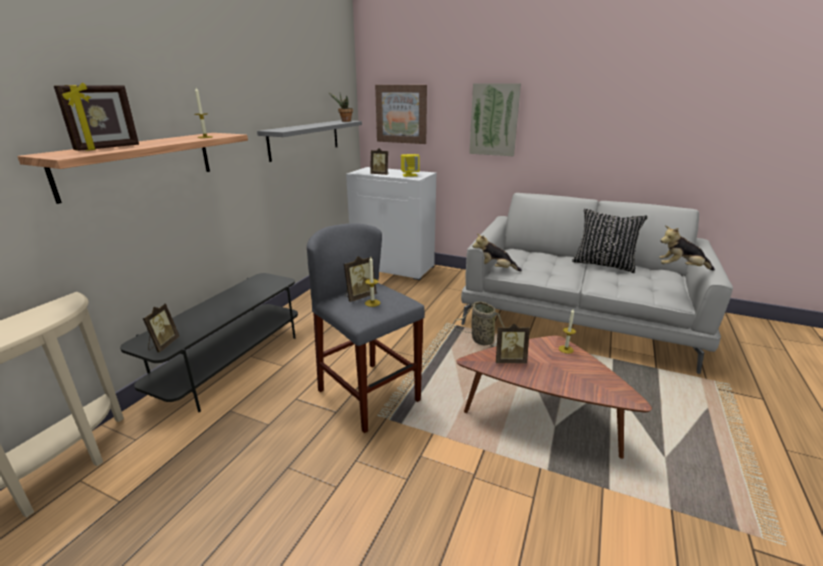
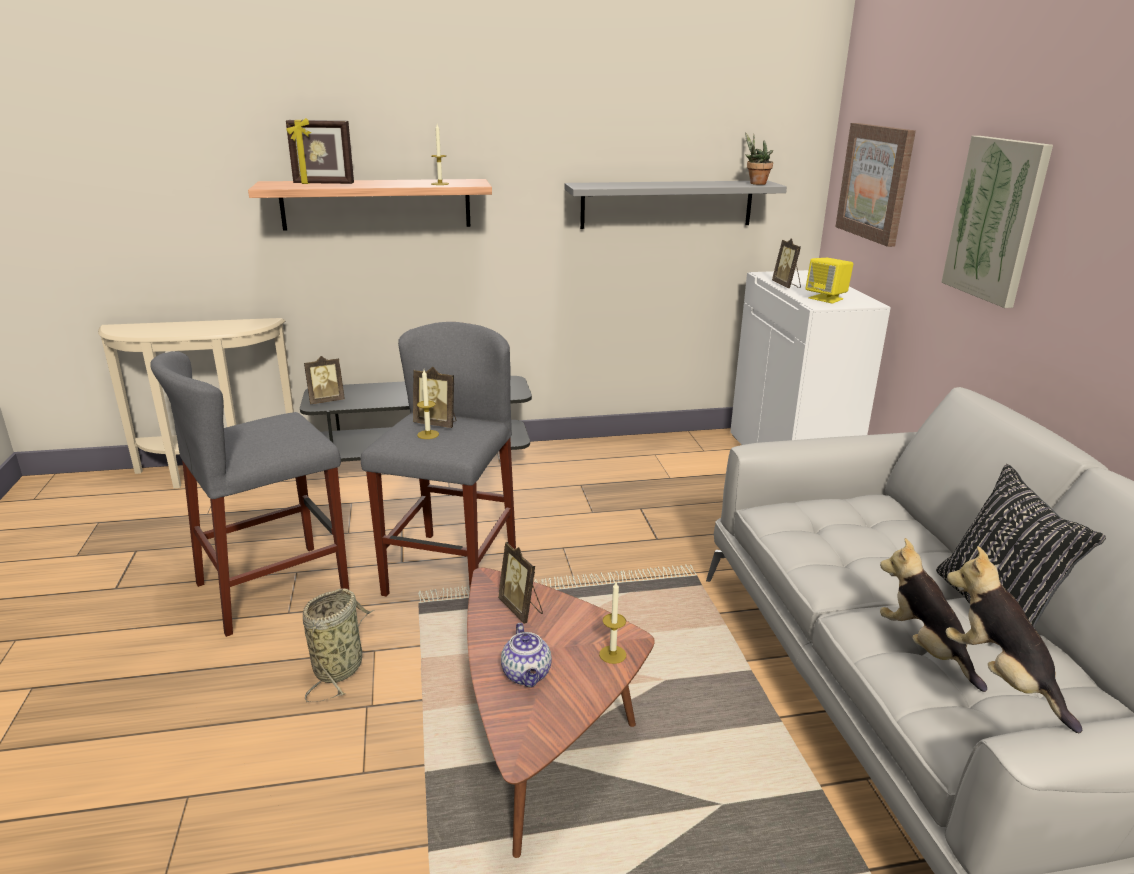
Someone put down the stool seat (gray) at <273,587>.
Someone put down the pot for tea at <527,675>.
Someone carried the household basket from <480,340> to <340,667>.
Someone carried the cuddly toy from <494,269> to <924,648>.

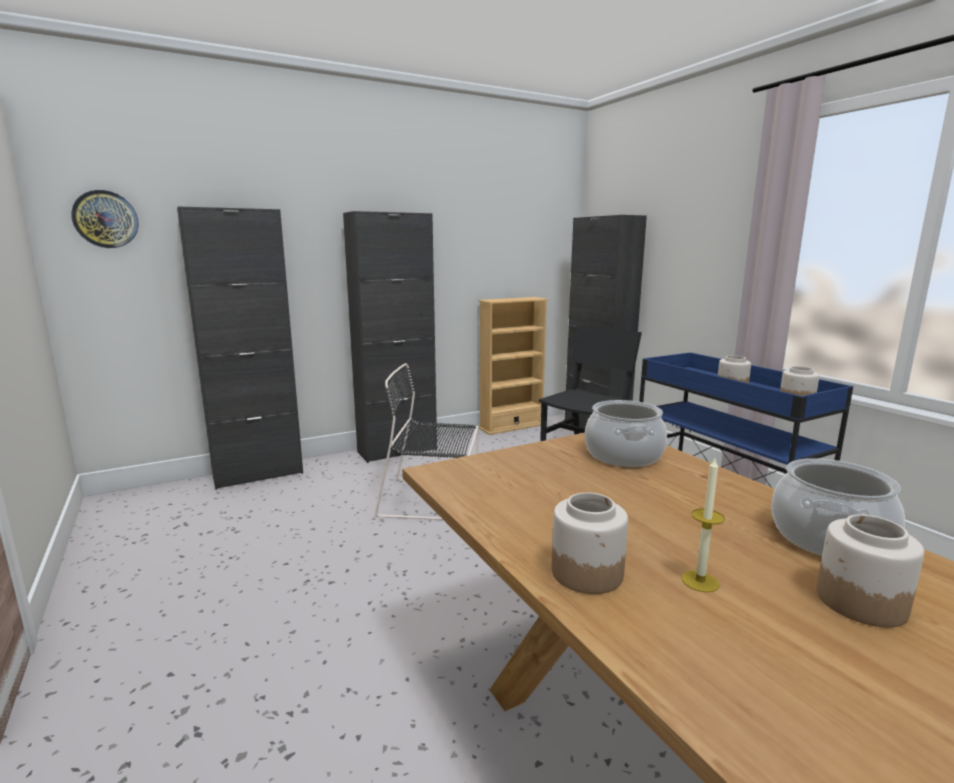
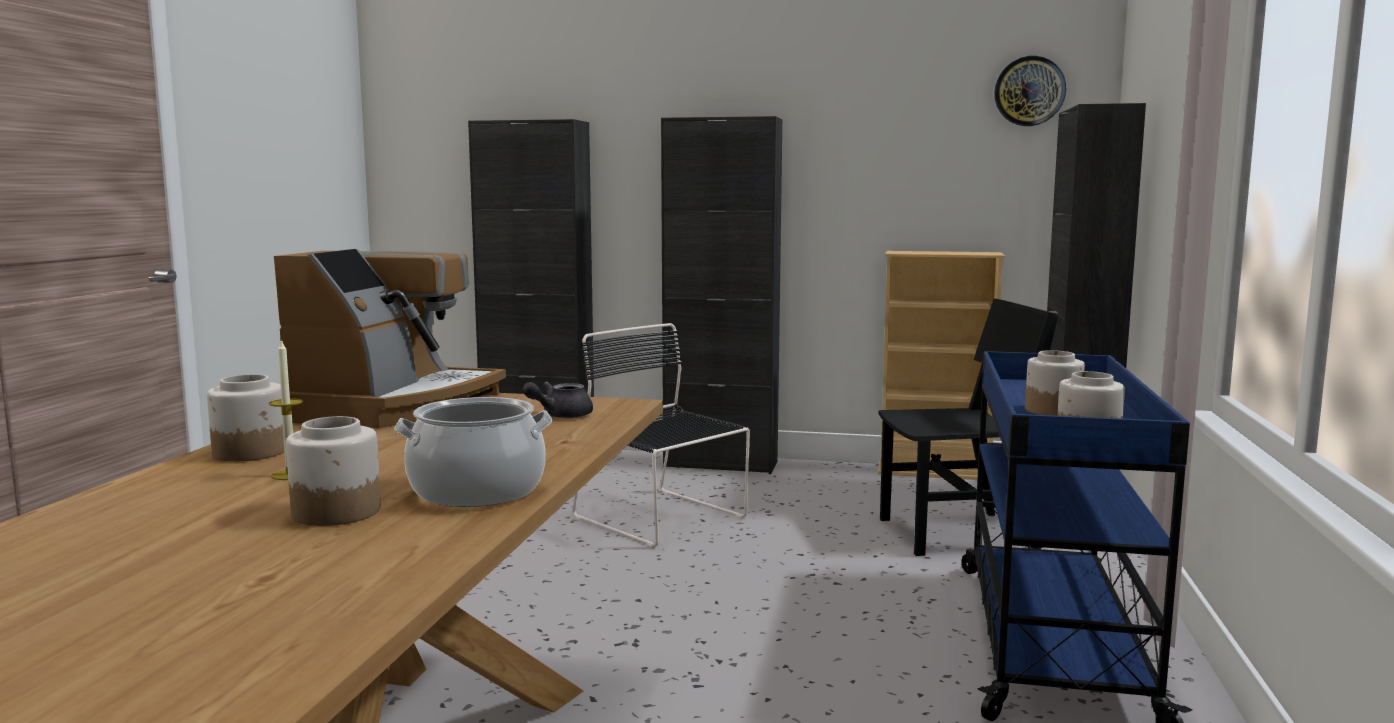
Someone put down the coffee brewer at <394,406>.
Someone carried the hanging clock from <106,219> to <1029,91>.
Someone swapped the stockpot at <624,455> for the pot for tea (gray) at <560,416>.

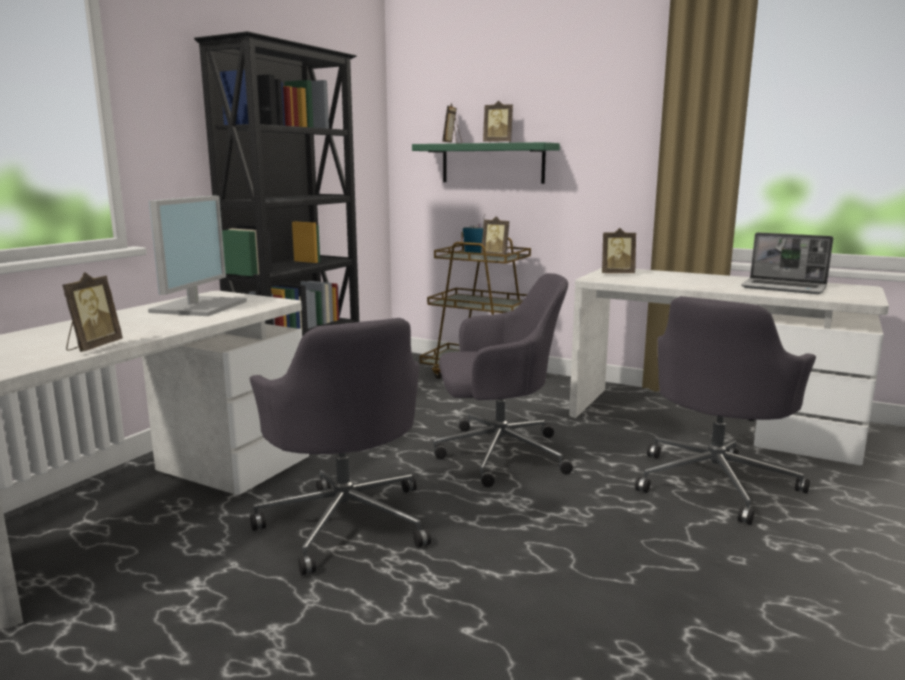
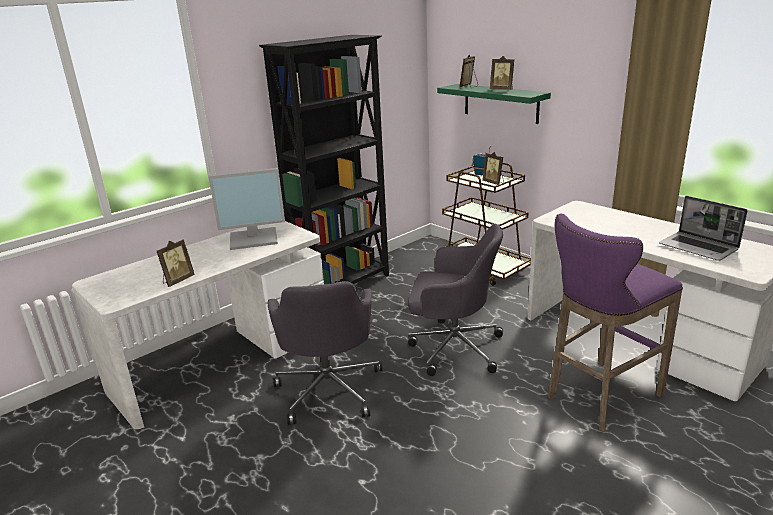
Someone took away the photo frame at <617,274>.
Someone swapped the office chair (gray) at <715,482> for the stool seat (purple) at <600,397>.
Someone rotated the monitor at <199,306> by 45 degrees clockwise.

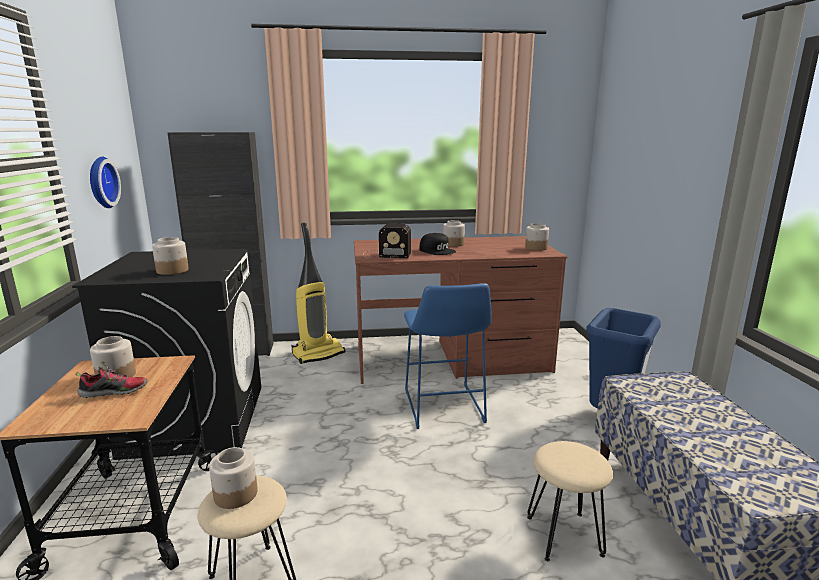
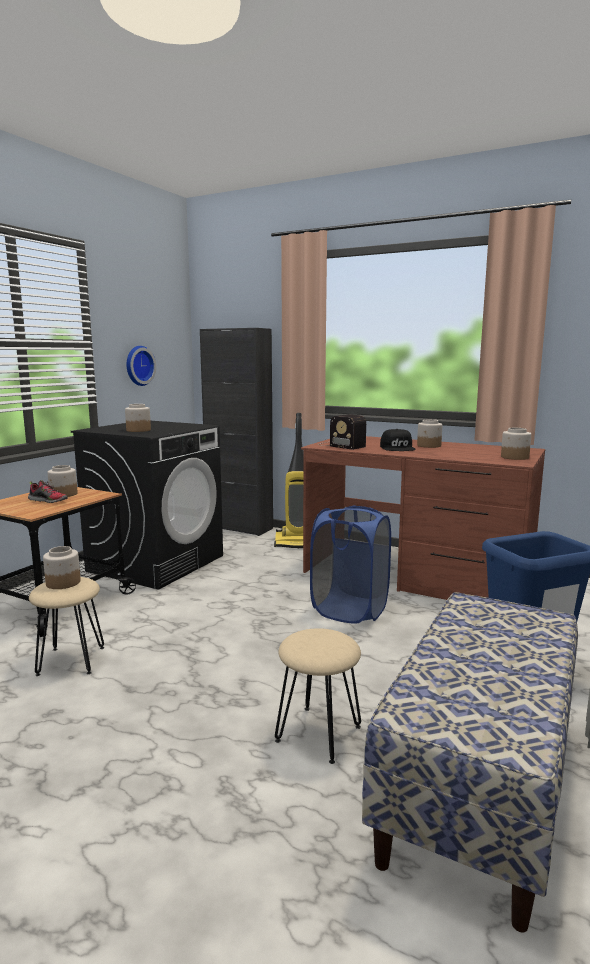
Someone swapped the stool seat (blue) at <443,408> for the washing basket (blue) at <349,610>.

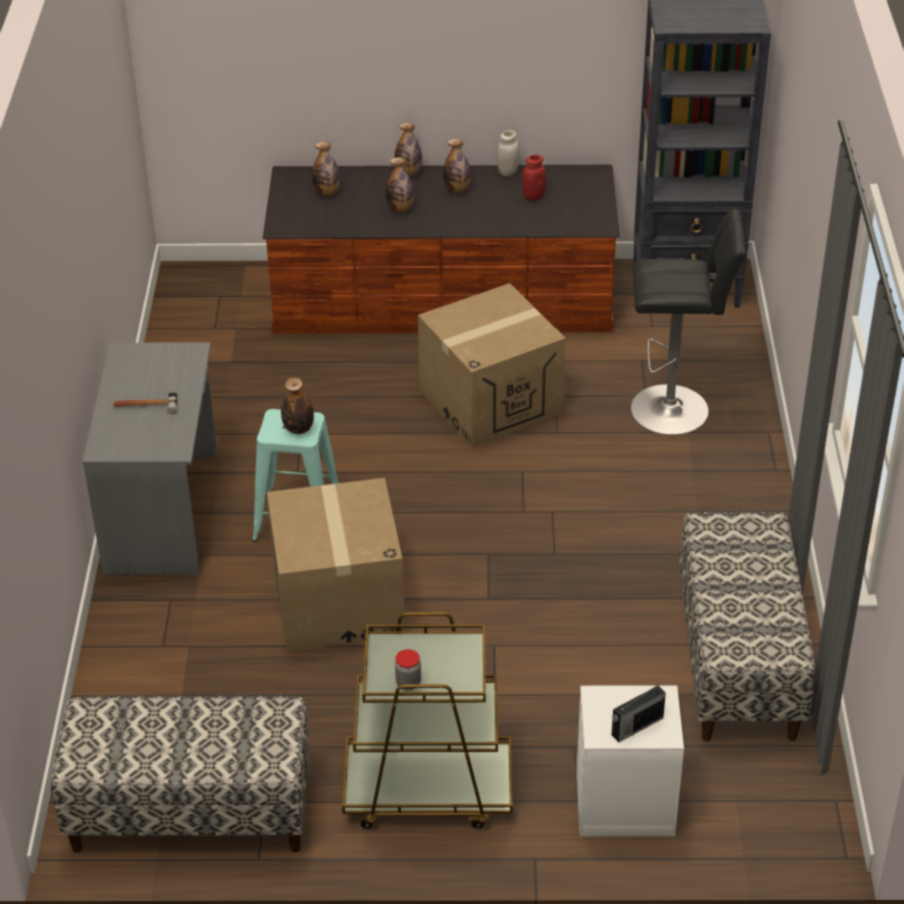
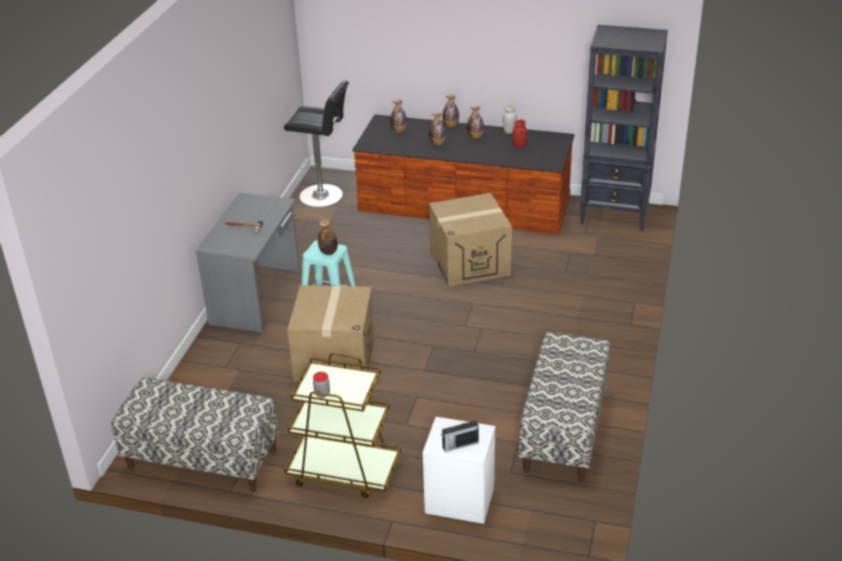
Someone carried the stool seat (blackish) from <675,409> to <324,196>.

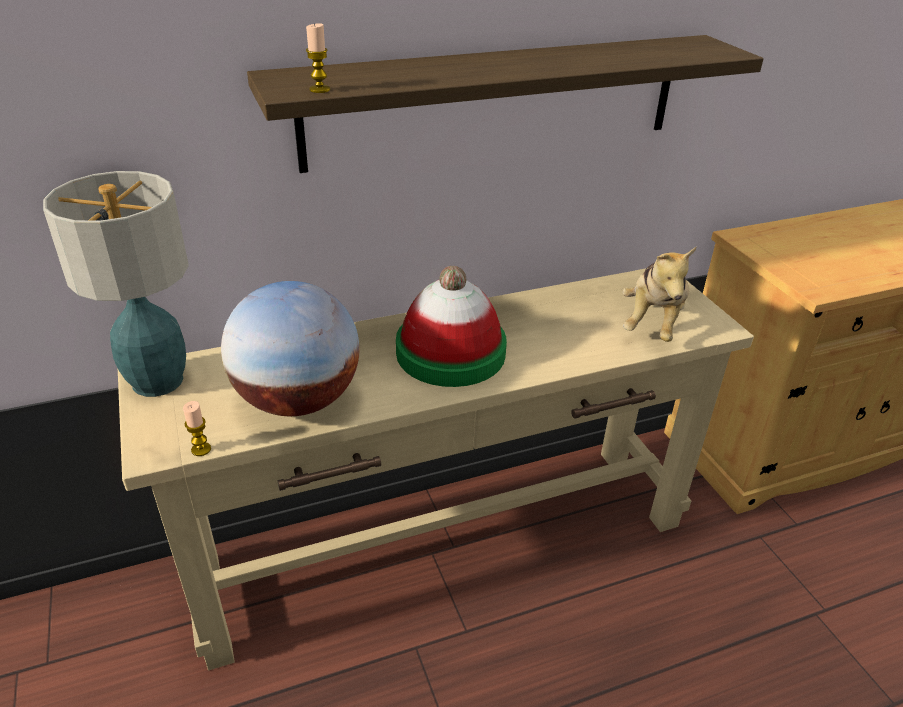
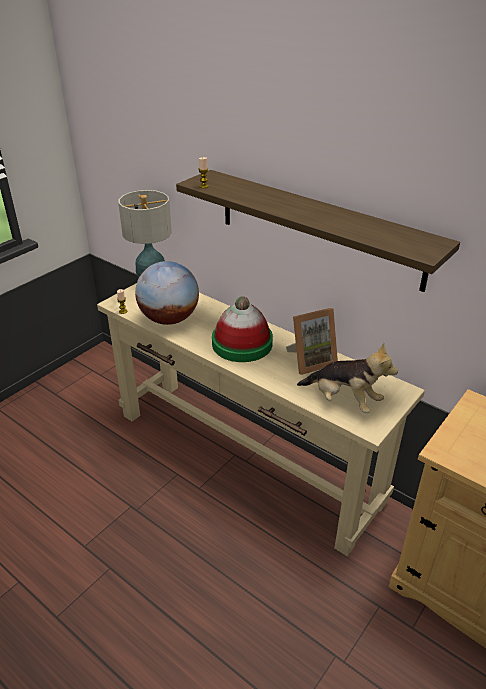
Someone put down the photo frame at <311,361>.
Someone rotated the cuddly toy at <653,323> by 135 degrees counterclockwise.

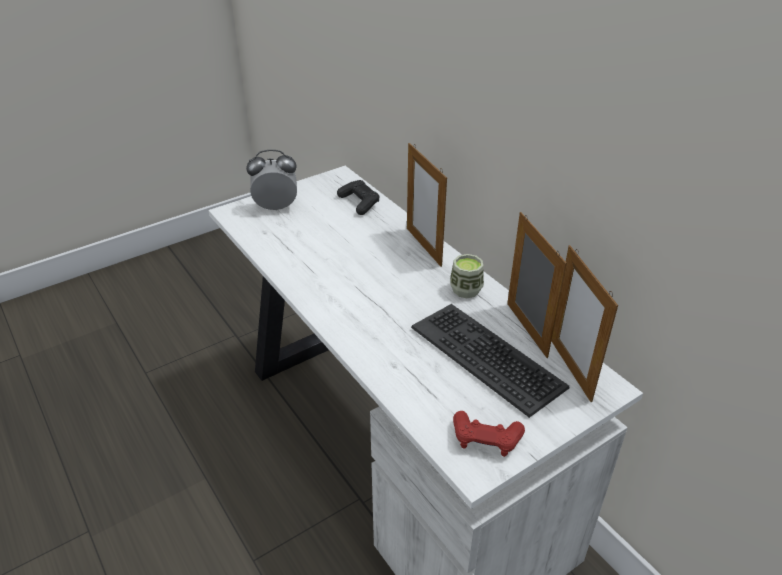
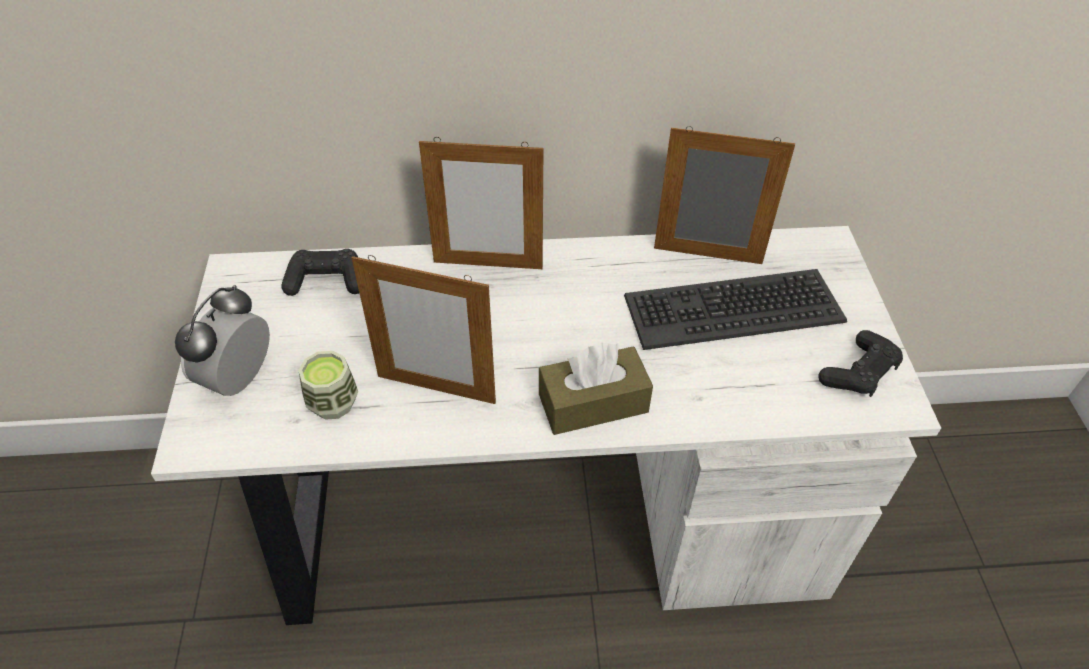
Someone put down the box of tissues (brownish) at <593,403>.
Someone carried the small cup from <466,290> to <333,403>.
Someone carried the photo frame from <570,369> to <436,389>.
Someone repainted the game controller (red-coloured) at <486,439>, which became the game controller (blackish) at <859,373>.

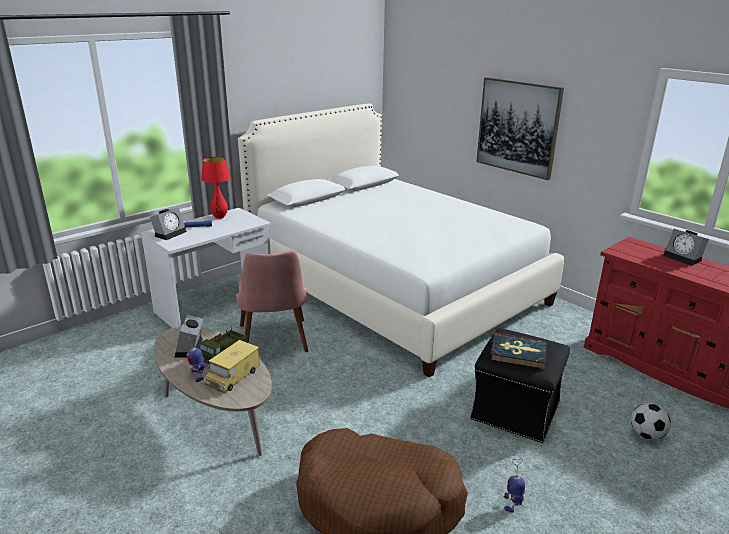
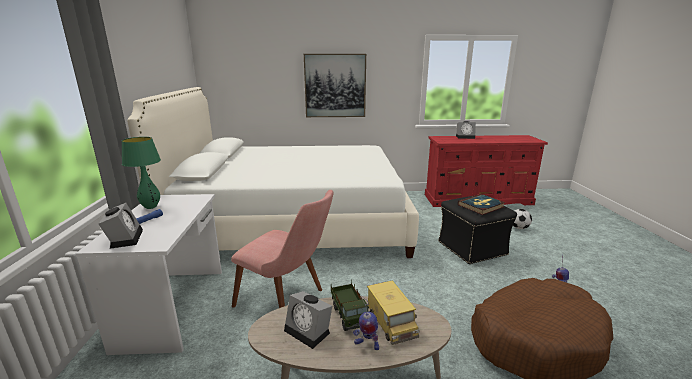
Someone repainted the table lamp (red-coloured) at <219,217>, which became the table lamp (green-coloured) at <151,207>.

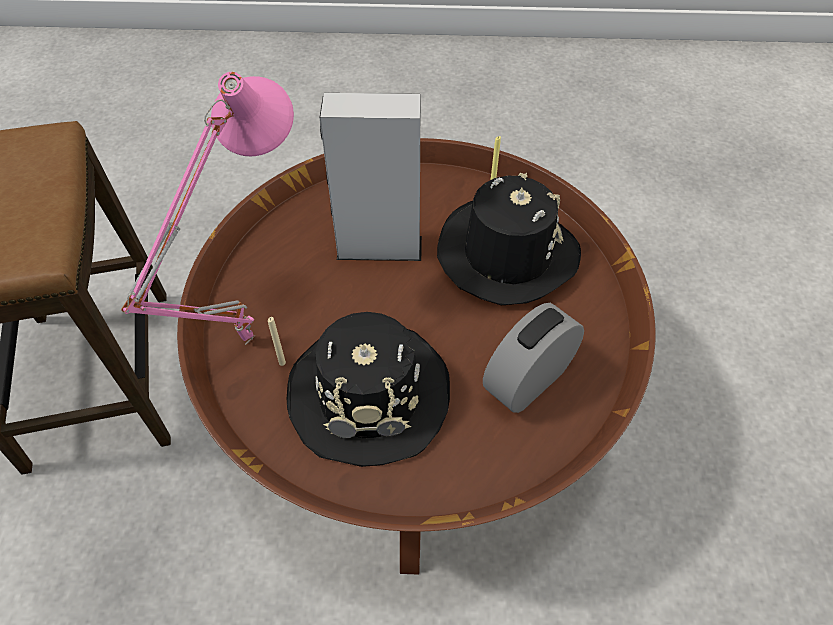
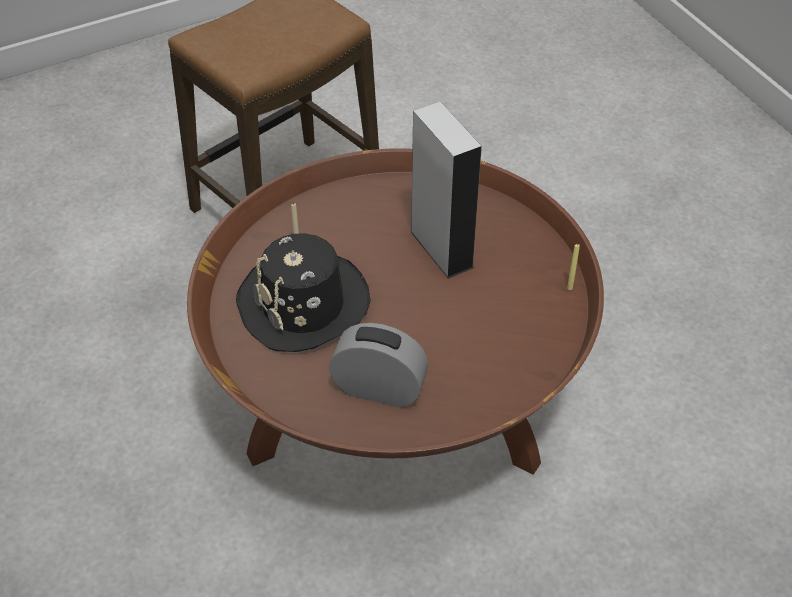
Someone took away the table lamp (pinkish) at <246,338>.
Someone took away the clothing hat (blackish) at <506,253>.

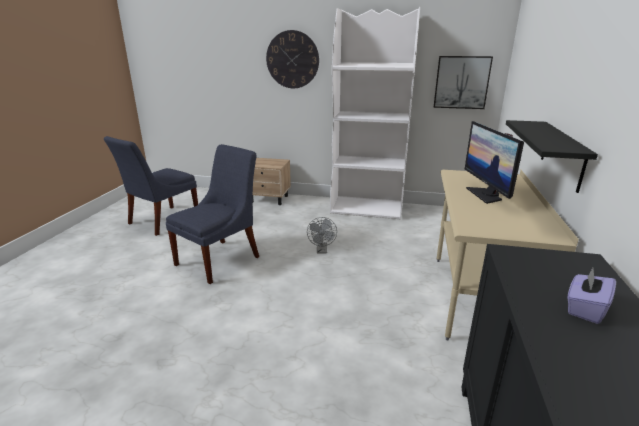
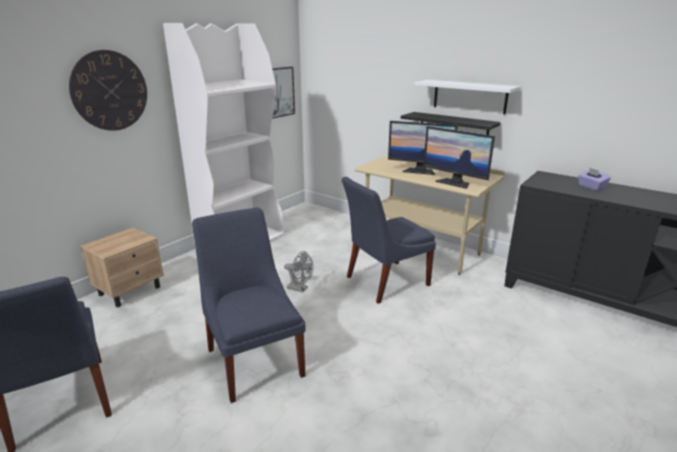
Someone put down the plain chair (blue) at <384,282>.
Someone put up the wall shelf (white-coloured) at <469,96>.
Someone put down the monitor at <454,183>.

